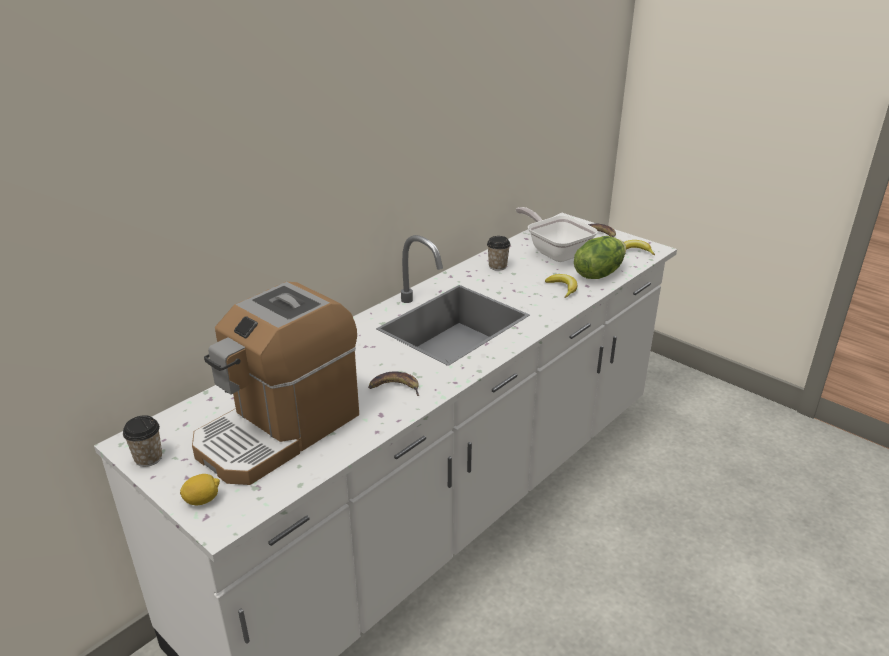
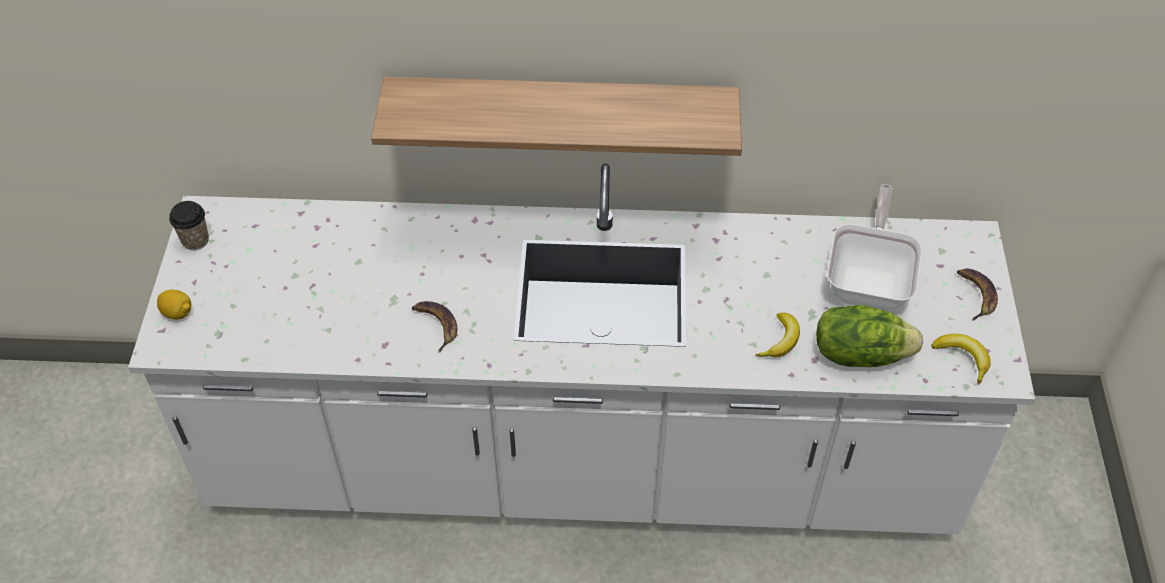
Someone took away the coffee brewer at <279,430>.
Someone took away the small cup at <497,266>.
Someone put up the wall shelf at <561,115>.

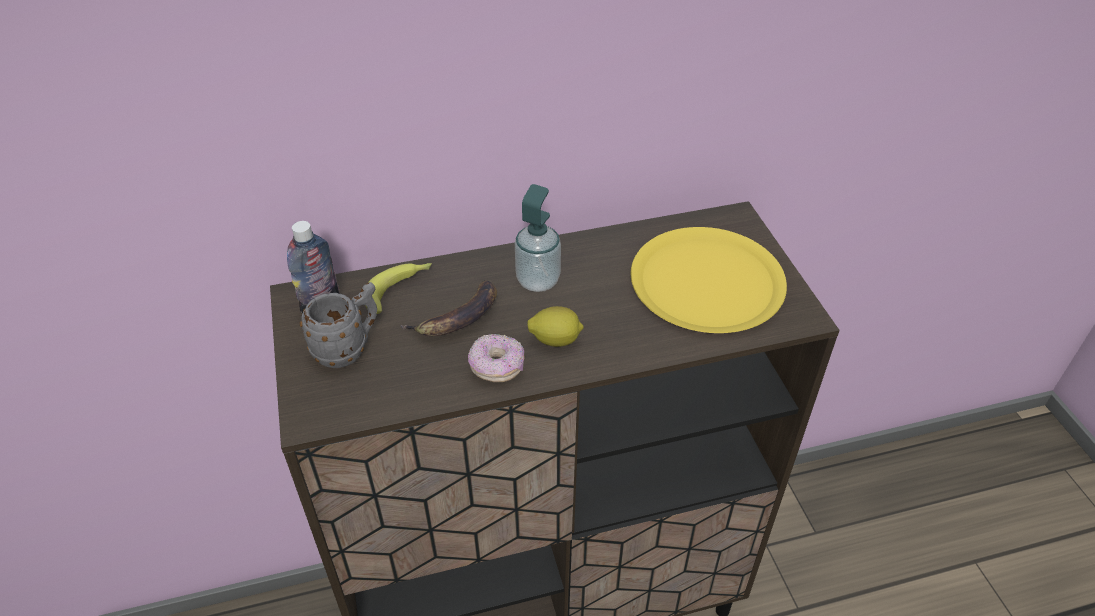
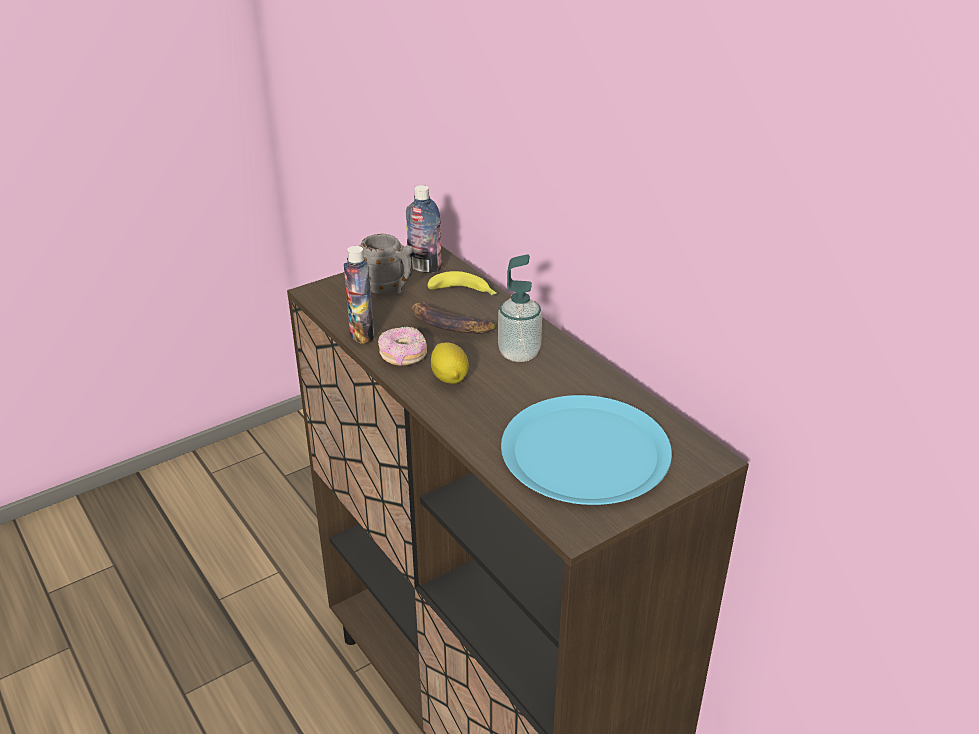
Someone put down the beverage bottle at <362,334>.
Someone repainted the flat dish (yellow) at <707,281>, which became the flat dish (blue) at <586,452>.

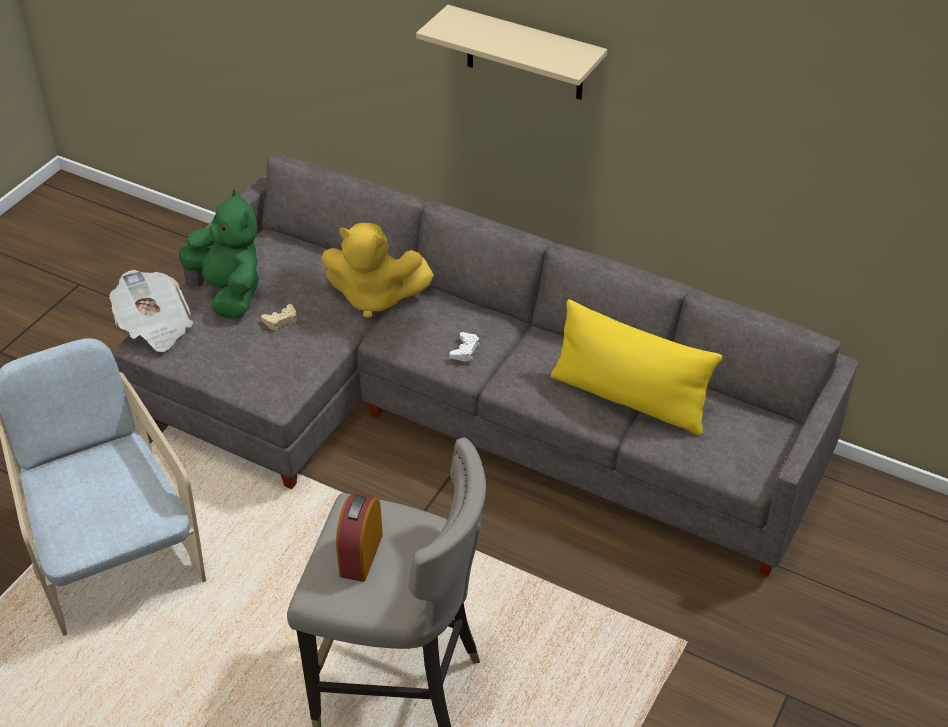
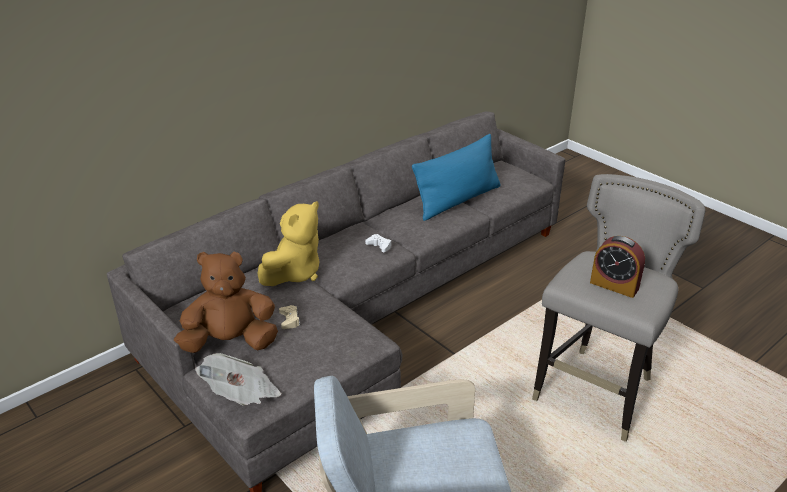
Someone took away the wall shelf (beige) at <525,54>.
Someone repainted the cuddly toy (green-coloured) at <229,292>, which became the cuddly toy (brownish) at <230,342>.
Someone repainted the pillow (yellow) at <629,398>, which became the pillow (blue) at <458,200>.

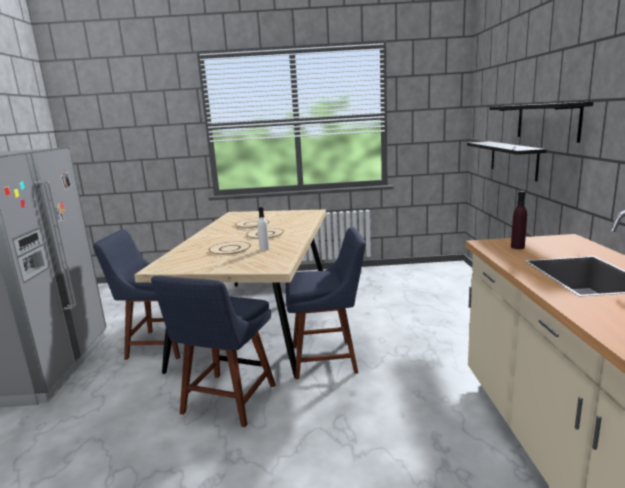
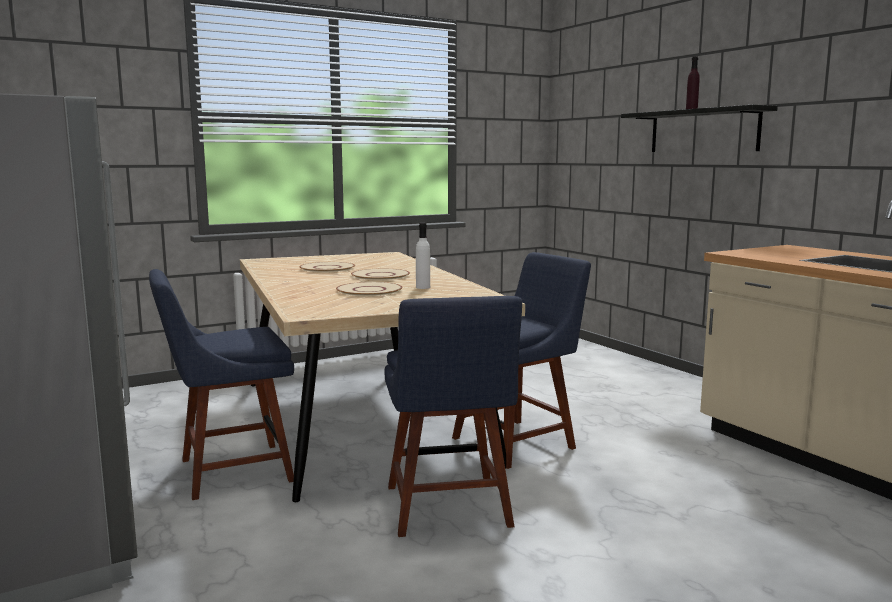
Someone took away the wall shelf (blackish) at <513,159>.
Someone carried the beverage bottle (purple) from <517,247> to <691,109>.

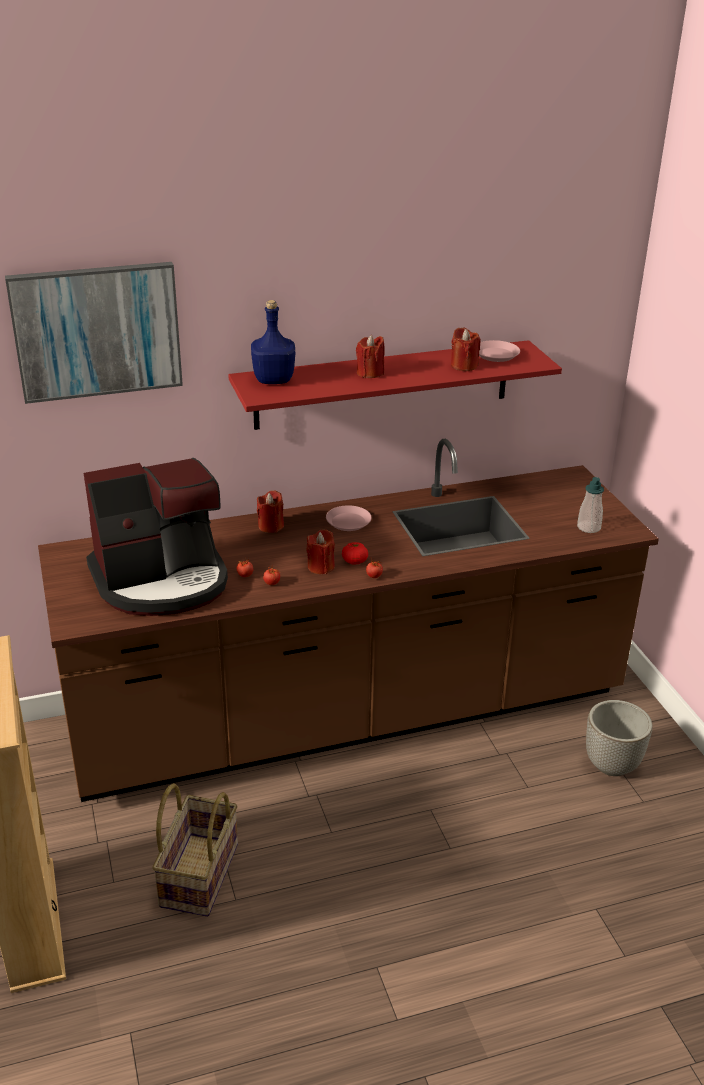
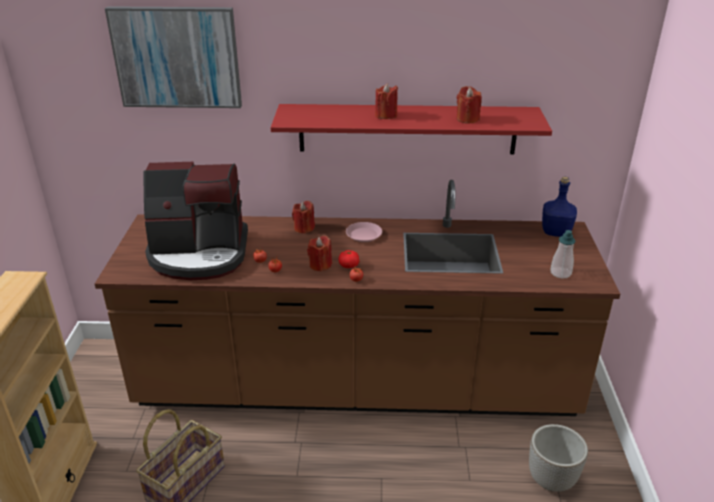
Someone took away the flat dish (pinkish) at <496,355>.
Someone carried the beverage bottle (blue) from <273,379> to <555,232>.

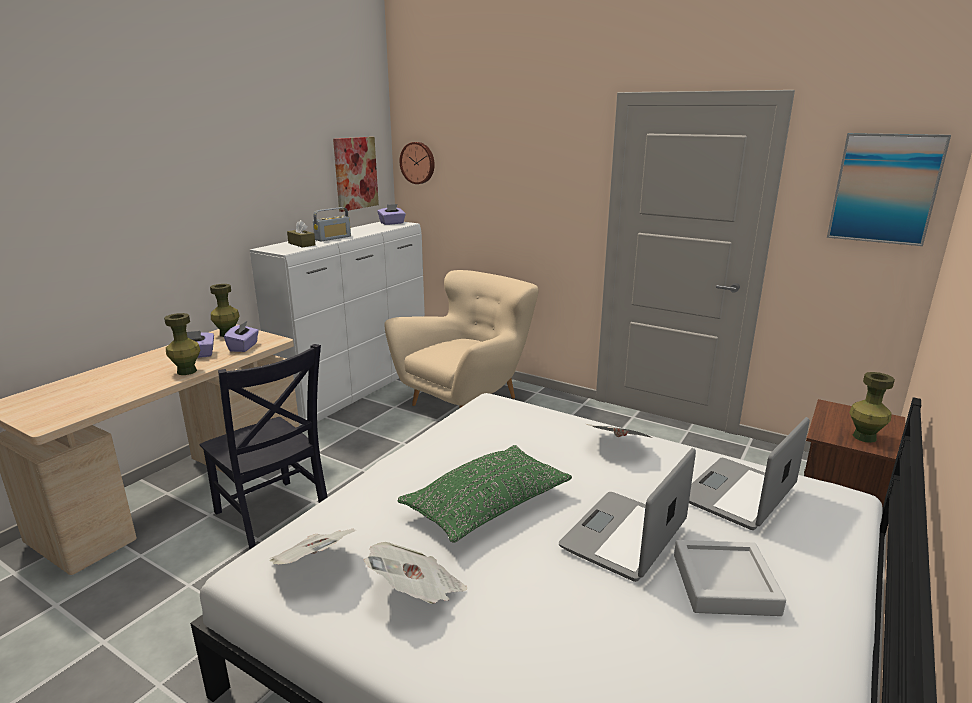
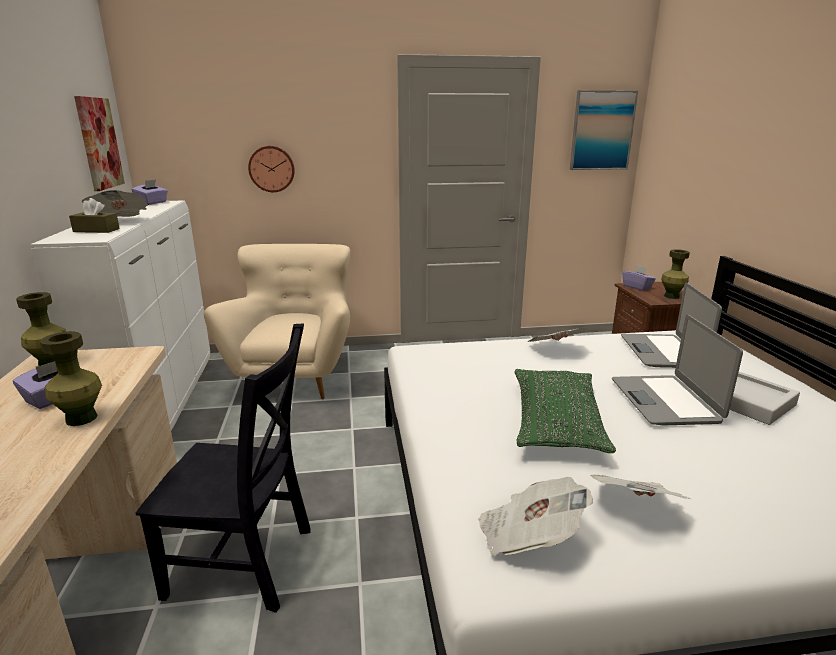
Someone carried the box of tissues (purple) from <244,347> to <637,287>.
Someone carried the hanging clock from <418,163> to <272,169>.
Someone swapped the radio set at <333,238> for the printed paper at <121,221>.

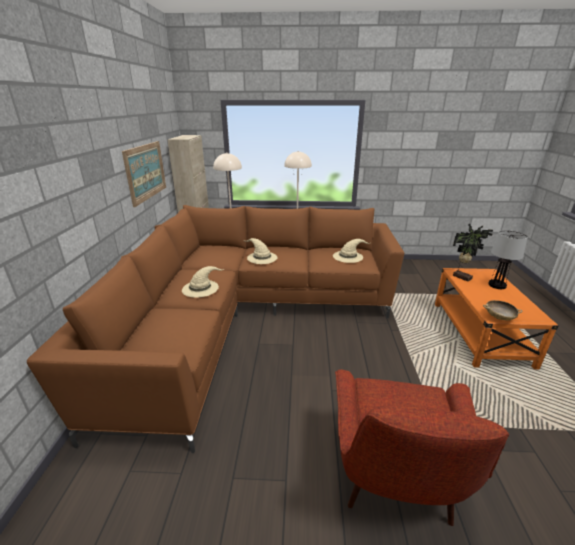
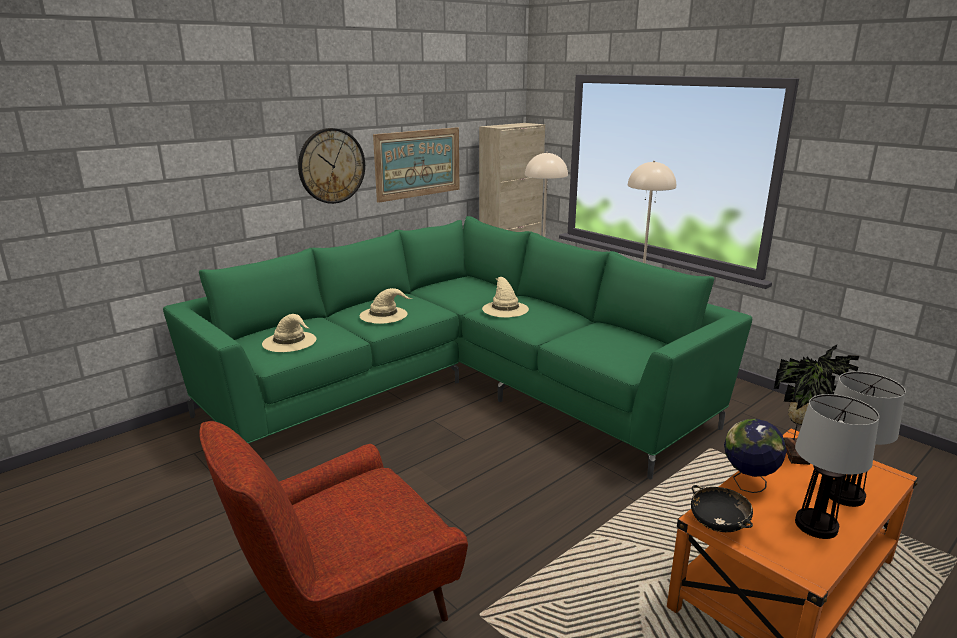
Someone put up the hanging clock at <331,166>.
Someone put down the desk globe at <747,484>.
Someone put down the table lamp at <815,525>.
Someone carried the clothing hat (beige) from <348,256> to <290,341>.
Someone repainted the settee (brownish) at <243,319>, which became the settee (green-coloured) at <458,388>.
Someone repainted the serving bowl (beige) at <499,317>, which became the serving bowl (blackish) at <718,525>.

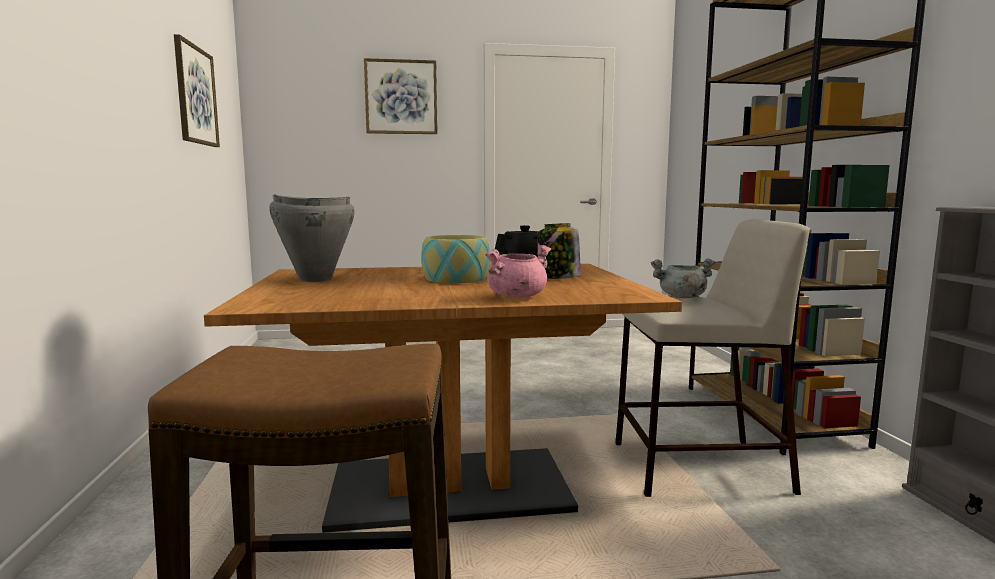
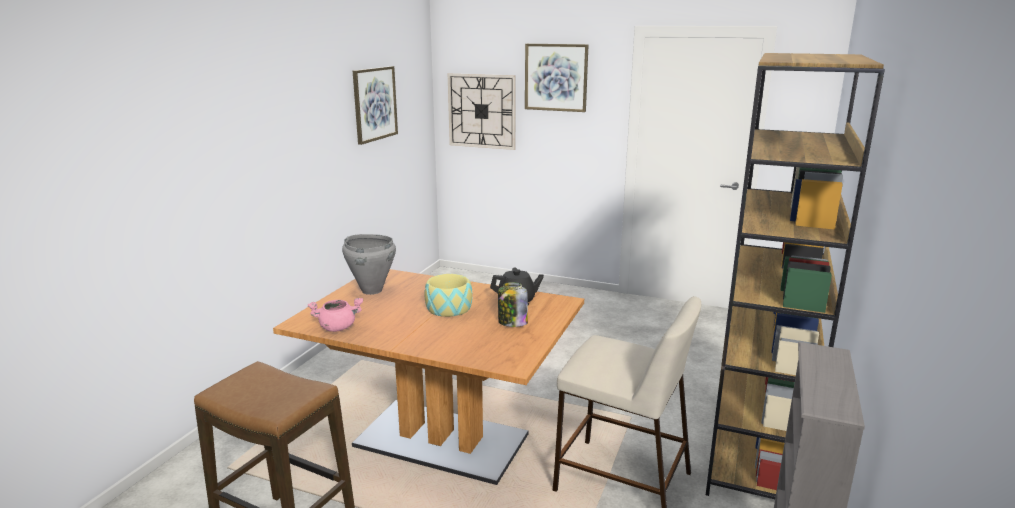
Someone took away the stockpot (gray) at <682,297>.
Someone put up the hanging clock at <482,111>.
Someone carried the stockpot (pinkish) from <517,296> to <338,327>.

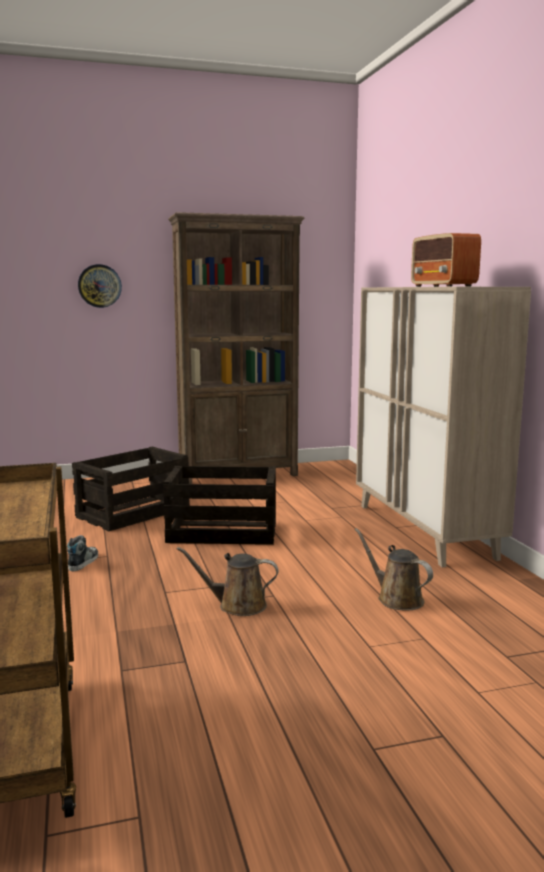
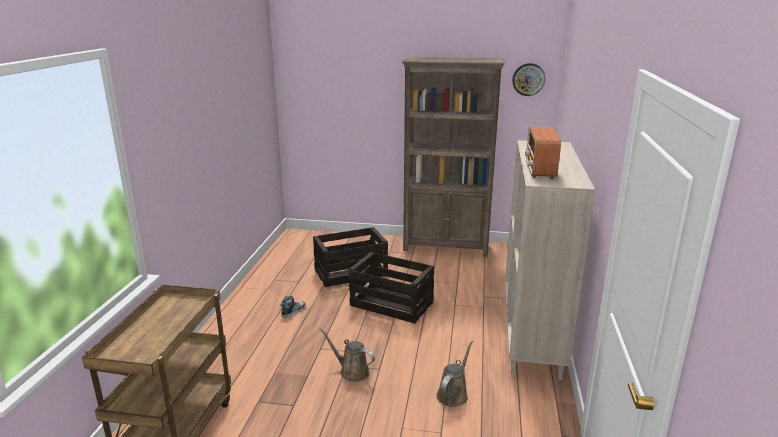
Someone carried the hanging clock from <99,286> to <528,79>.
Someone rotated the sprinkling can (brownish) at <396,599> by 45 degrees clockwise.

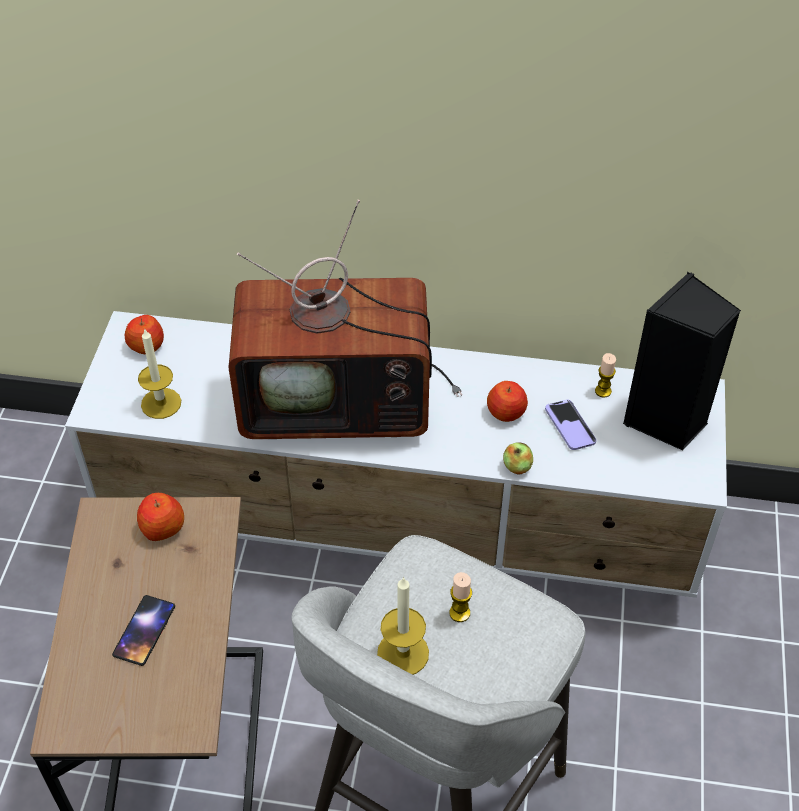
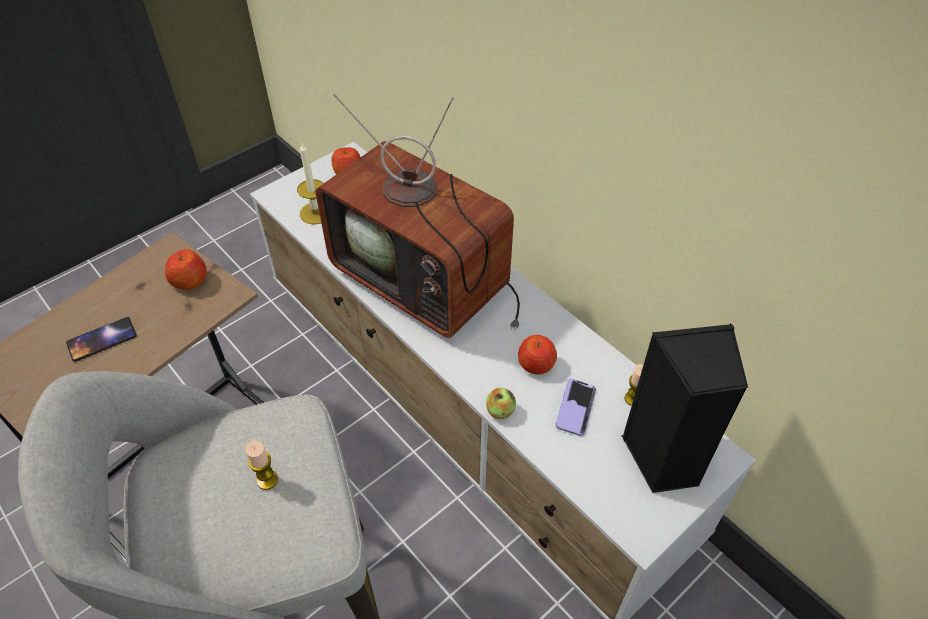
Someone took away the wax candle at <403,653>.

